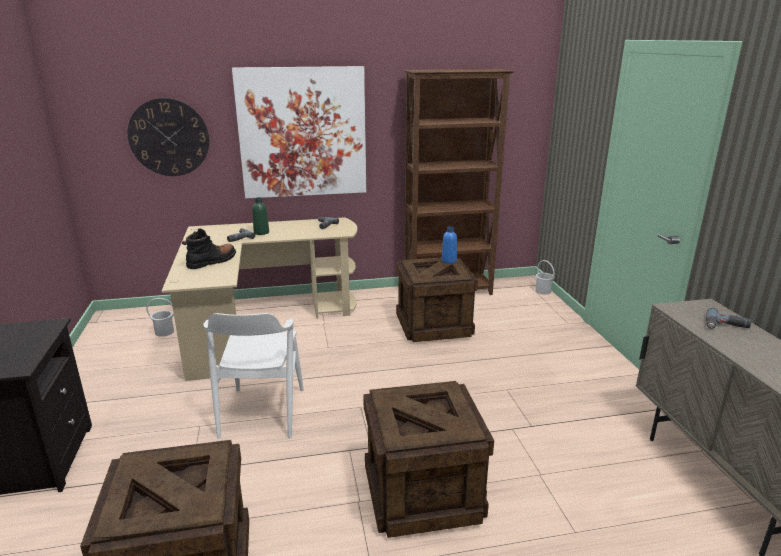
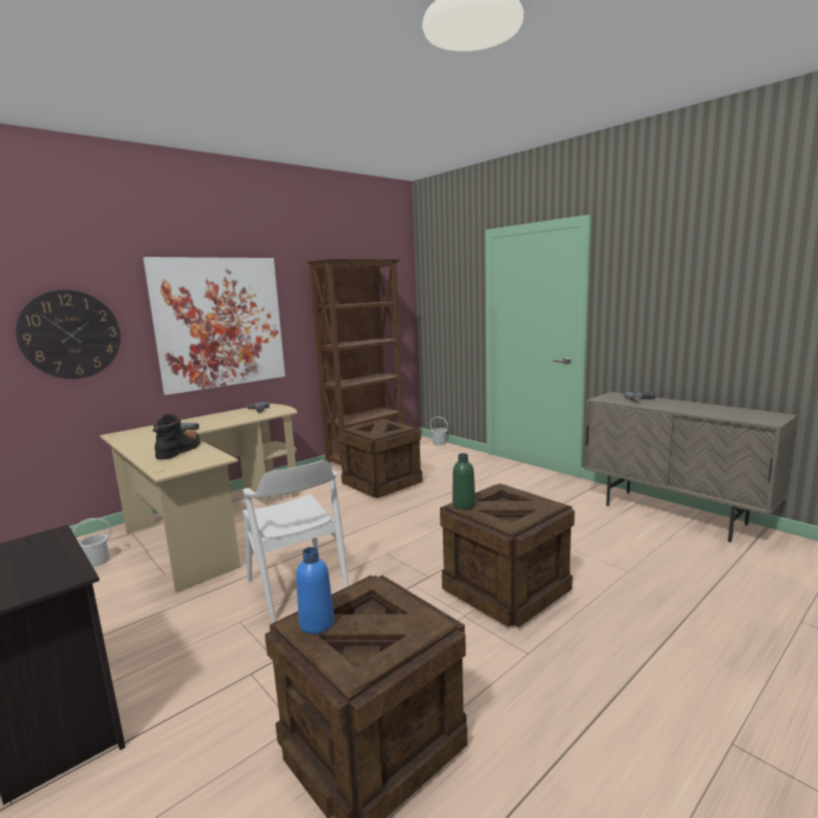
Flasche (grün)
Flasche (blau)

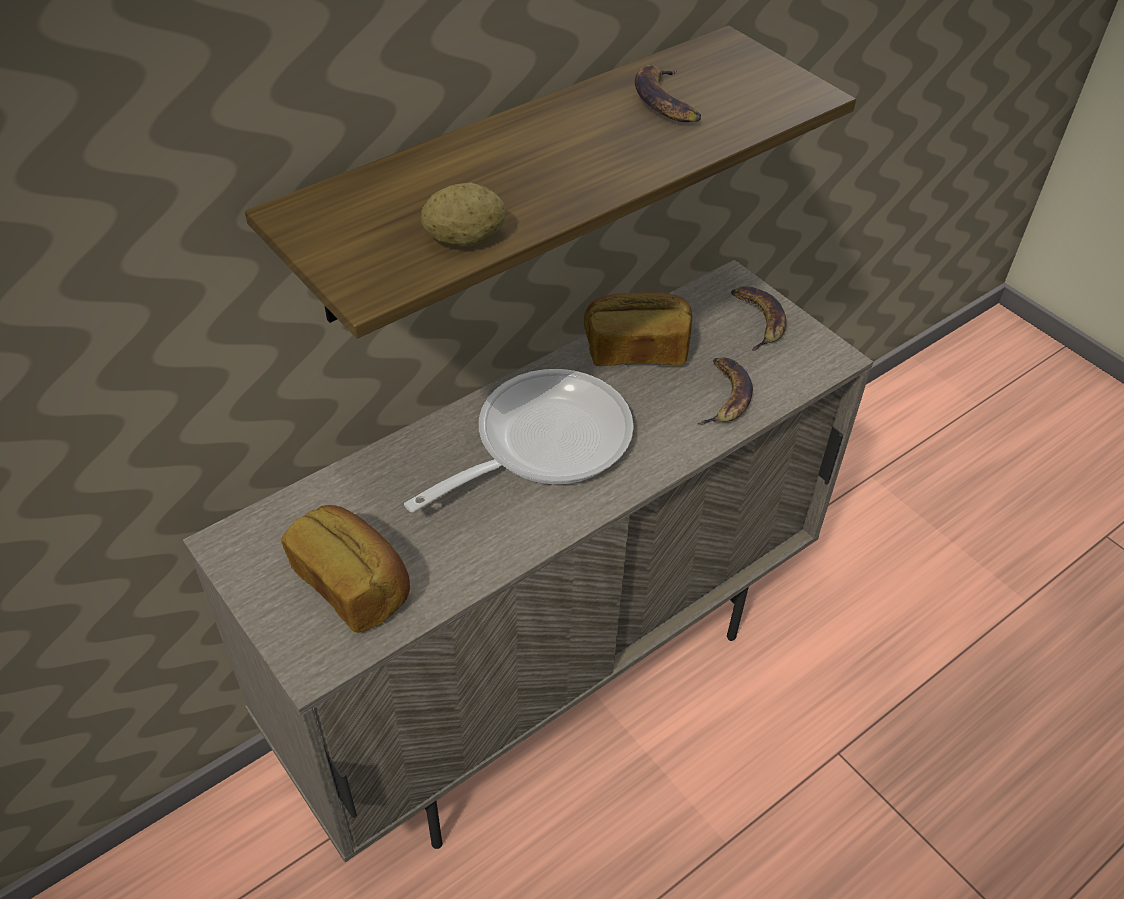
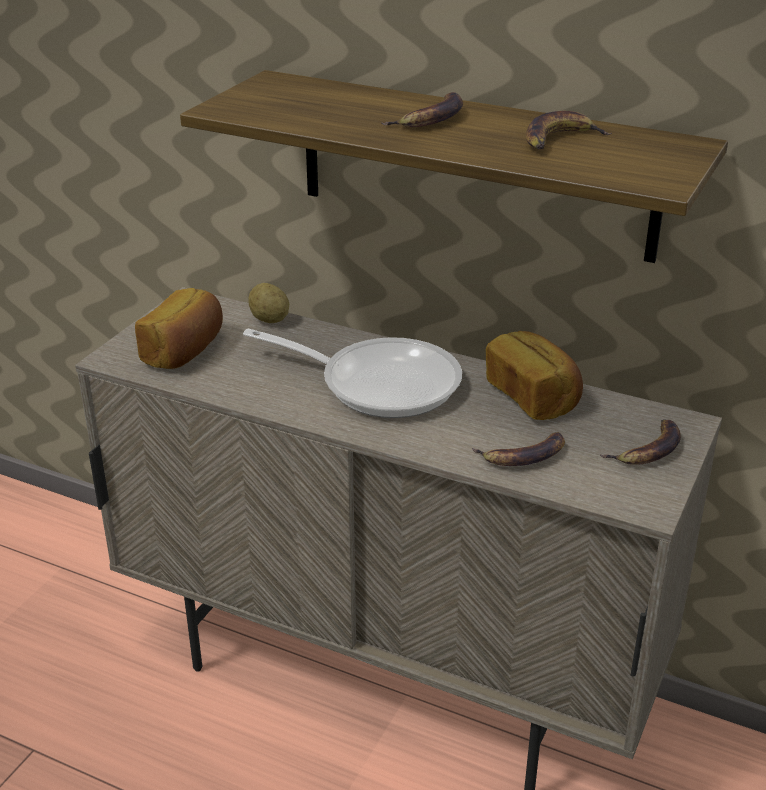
Kartoffel
Banane (1st from left)

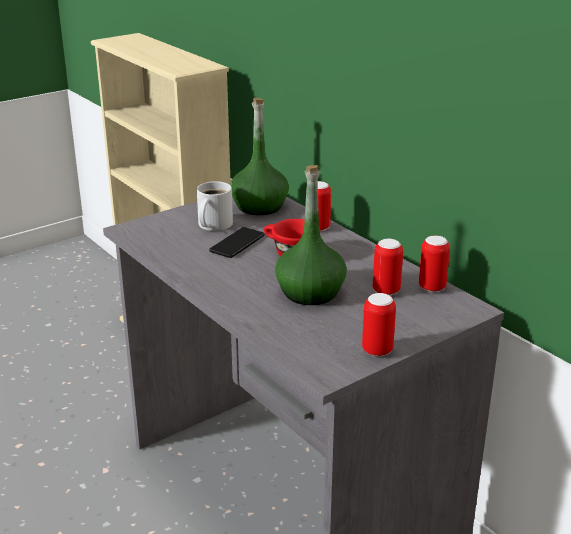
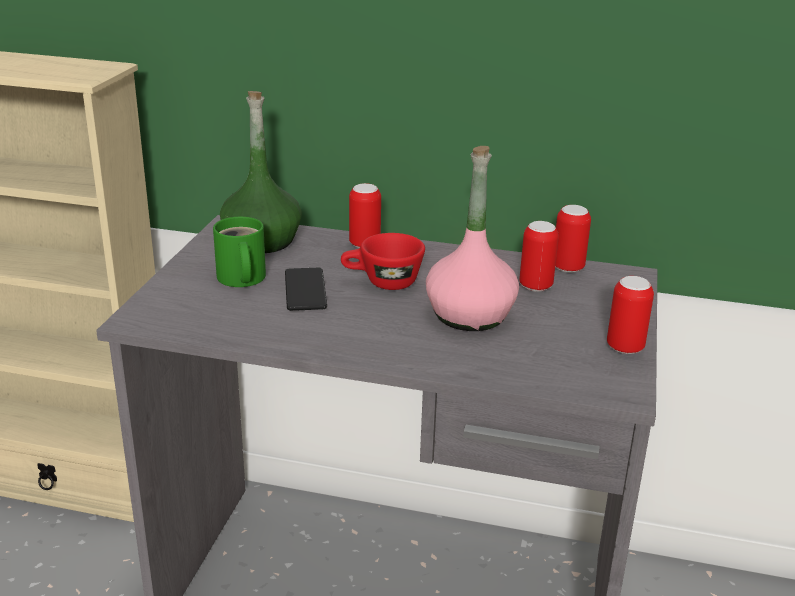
Henkelbecher (grün)
Flasche (rosa)

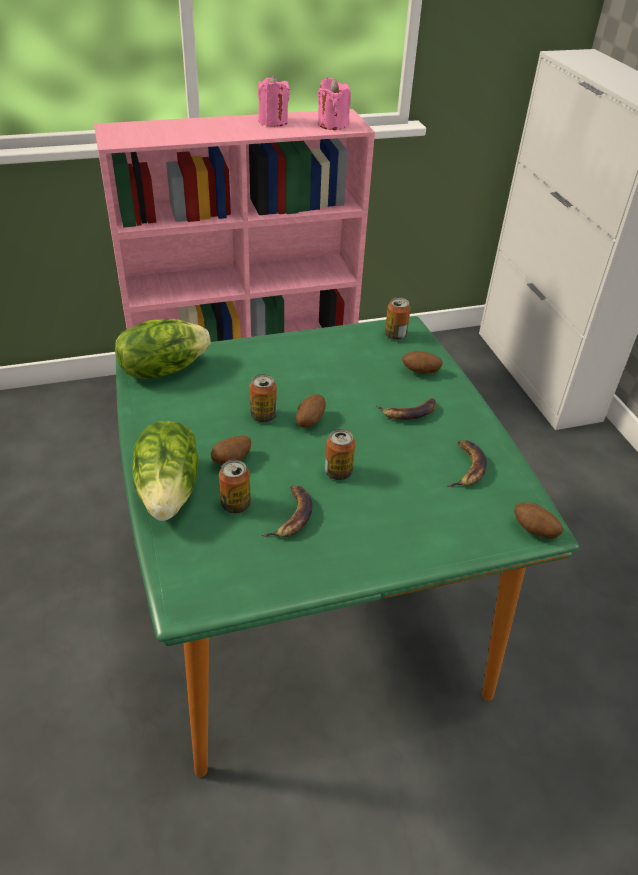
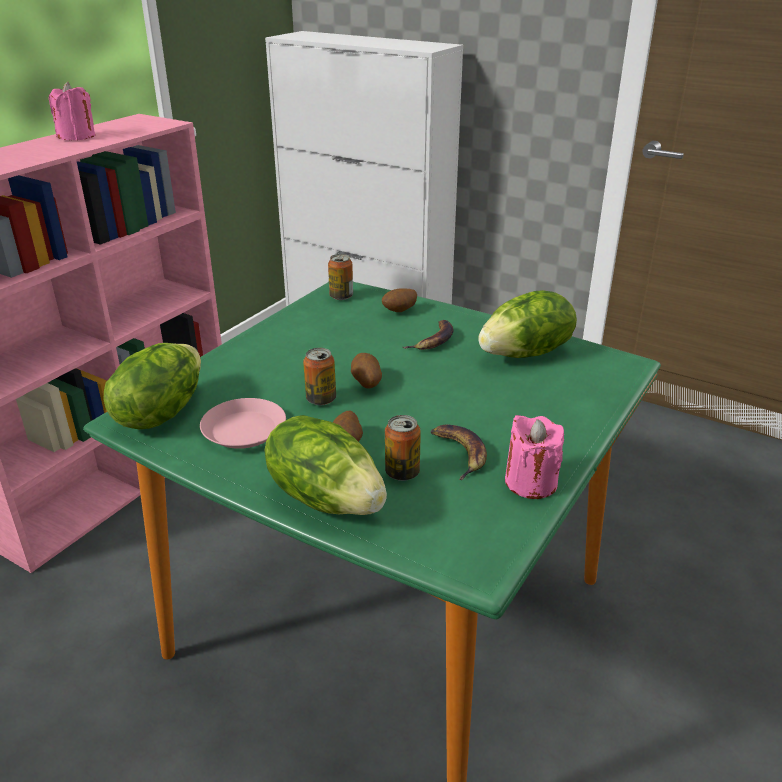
Kerze (rosa) (2nd from left)
Dose (3rd from left in the first image)
Salatkopf (3rd from left)
Kartoffel (4th from left in the first image)
Teller (rosa)

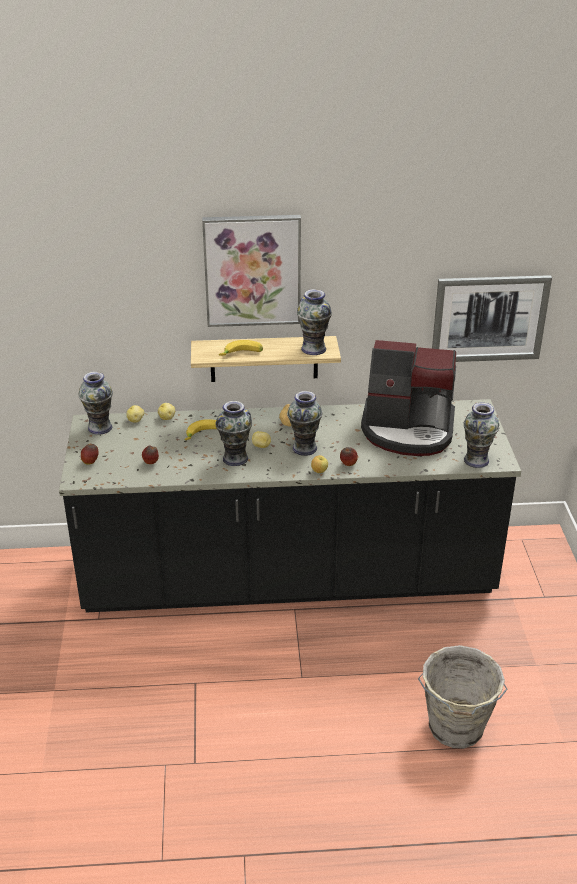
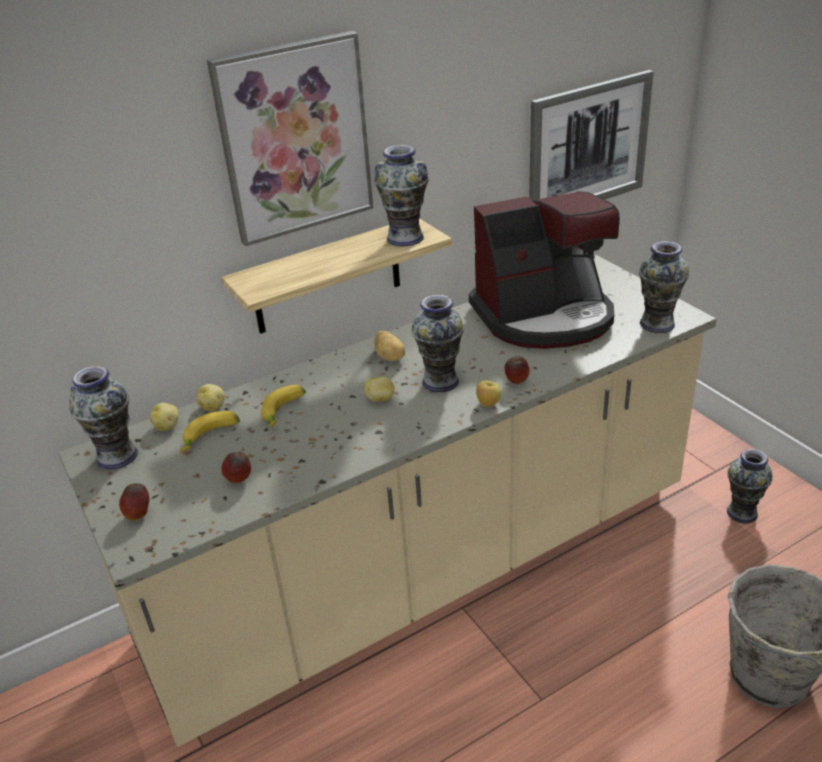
Küchenzeile (beige)
Vase (5th from left)
Banane (1st from left)

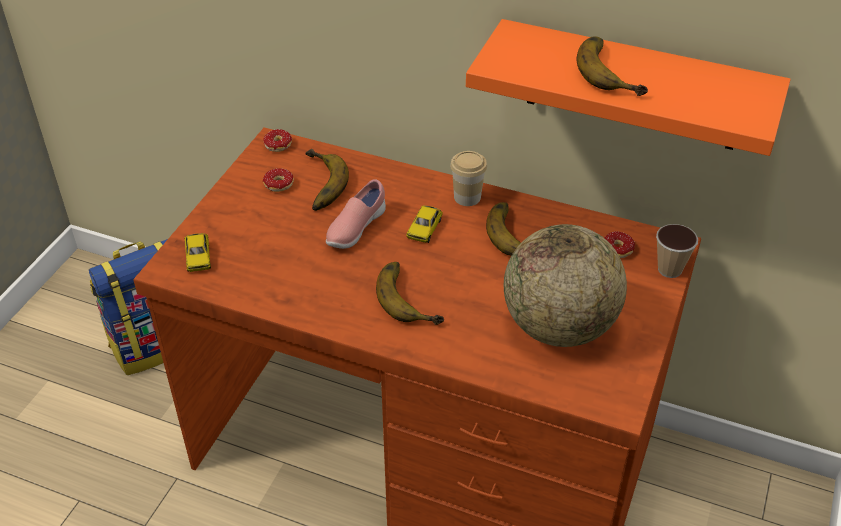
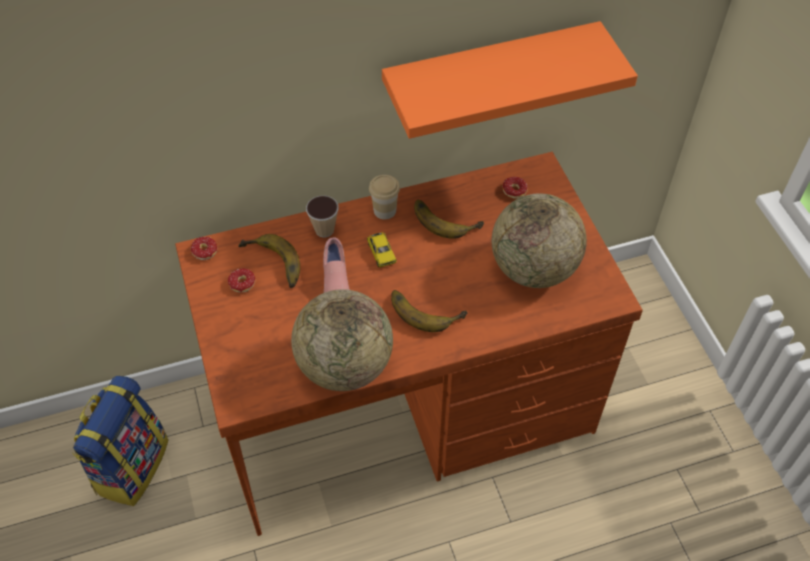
Spielzeugauto (1st from left in the first image)
Banane (4th from left in the first image)
Tasse (1st from left)
Globus (1st from left)

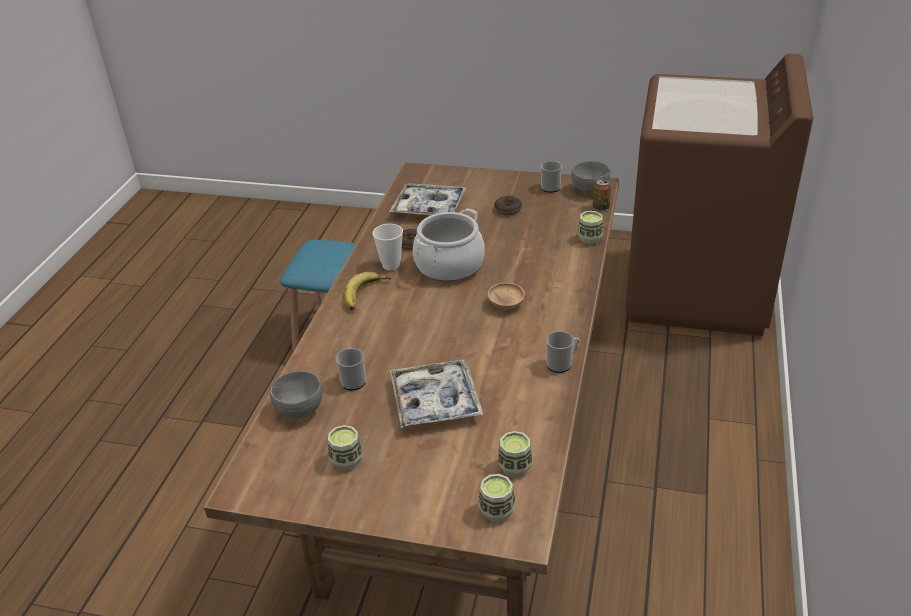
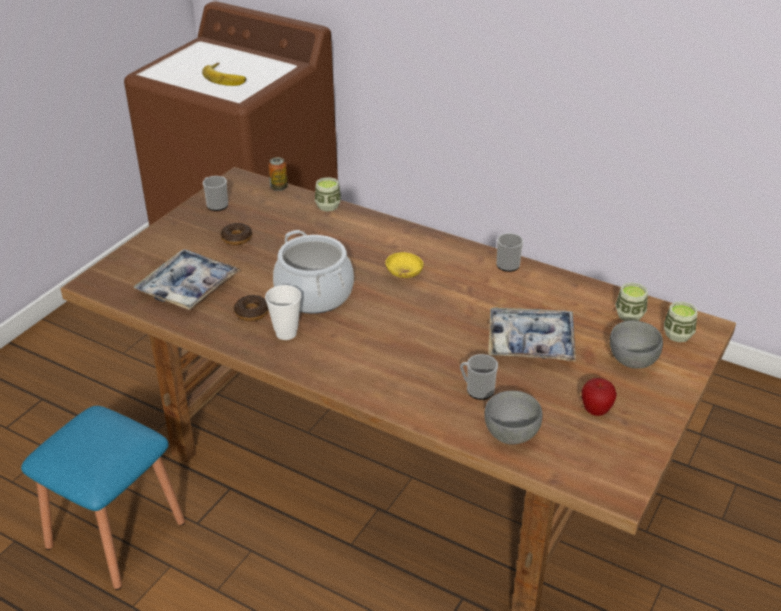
Apfel
Banane
Schüssel (gelb)
Schüssel (grau) (2nd from left)

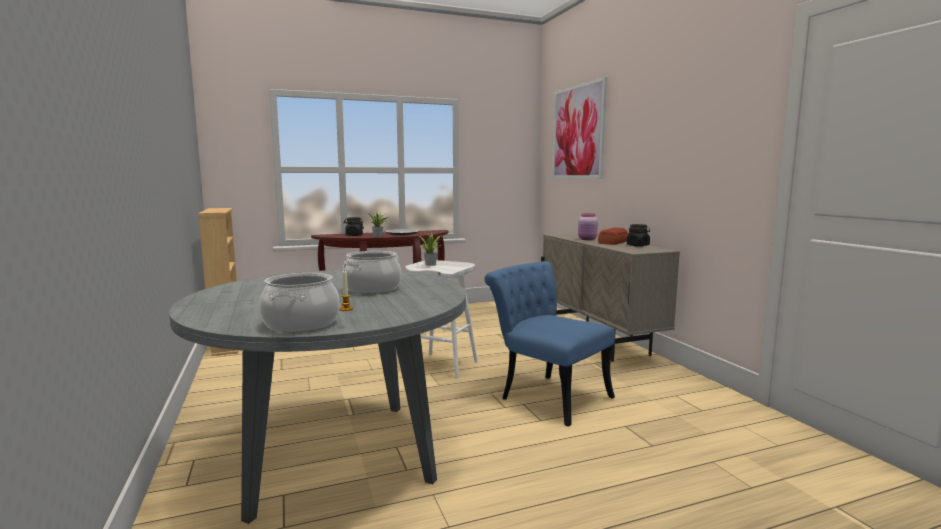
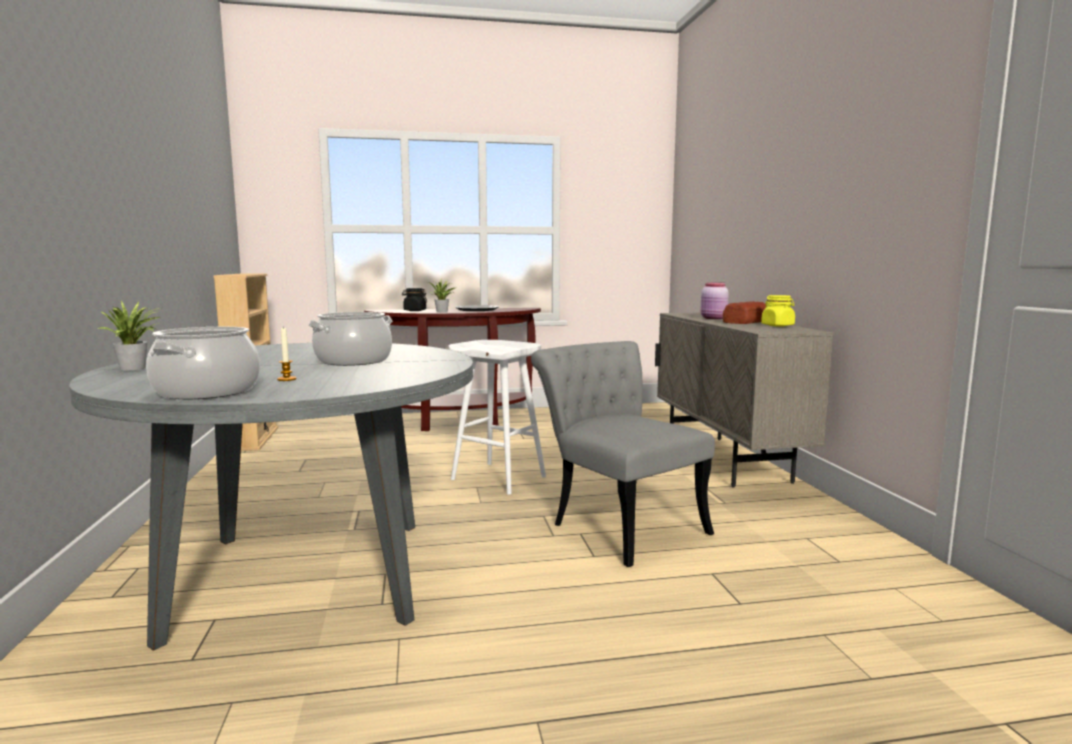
Topfpflanze (1st from left)
Stuhl (grau)
Bild
Vorratsglas (gelb)

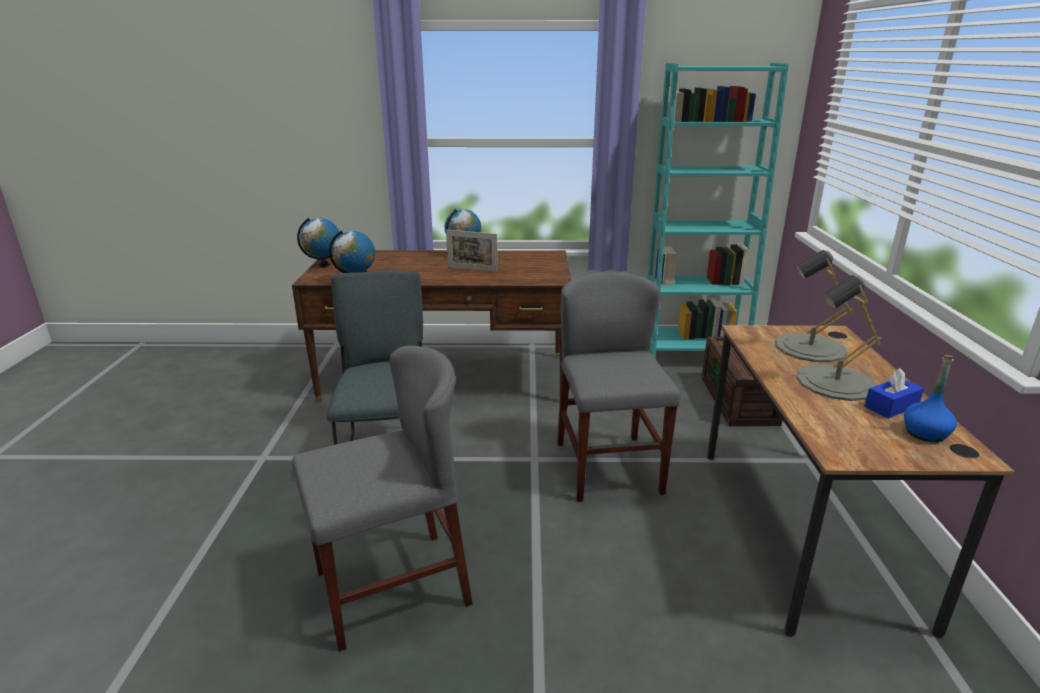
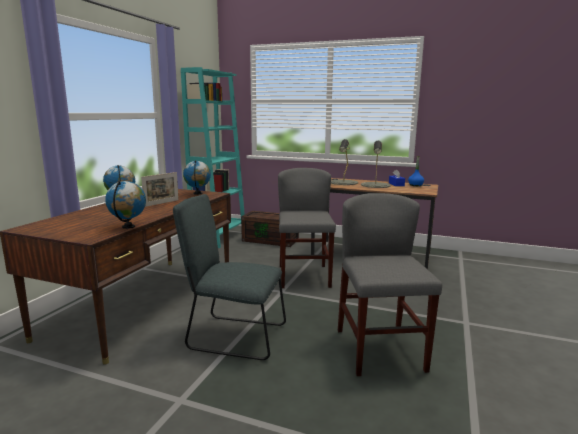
Globus (3rd from left)
Stuhl (grau) (2nd from left)

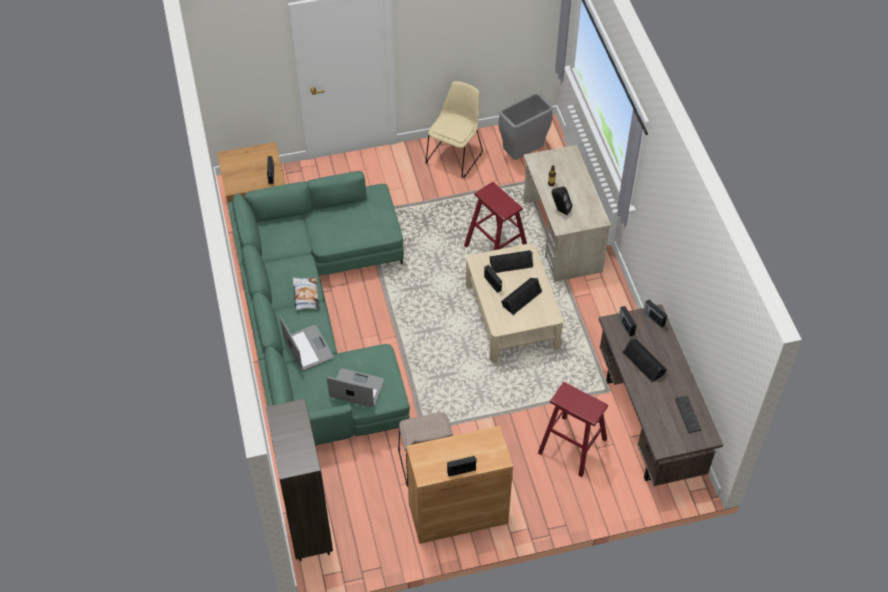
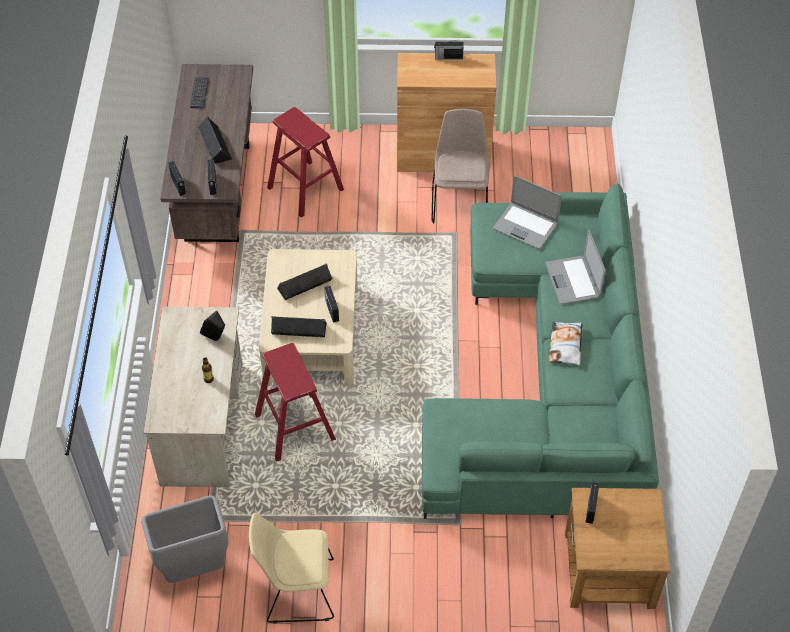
Bücherregal (braun)
Stuhl (beige) (1st from left)

